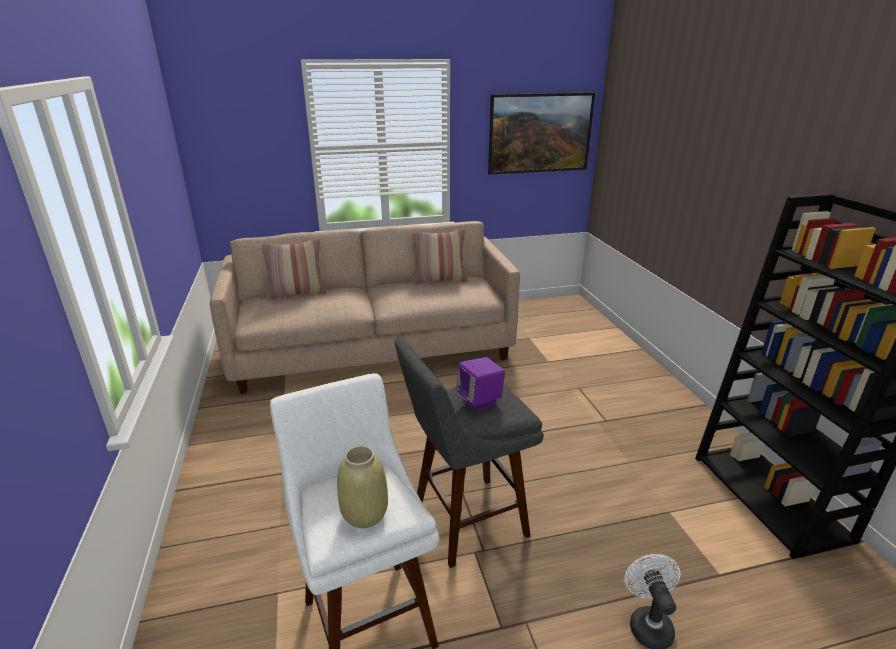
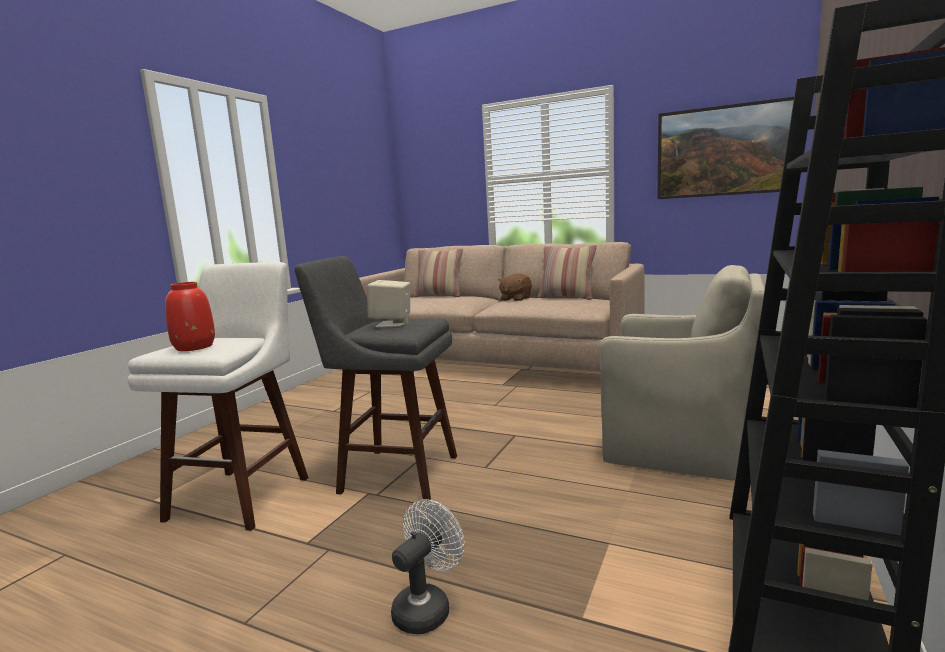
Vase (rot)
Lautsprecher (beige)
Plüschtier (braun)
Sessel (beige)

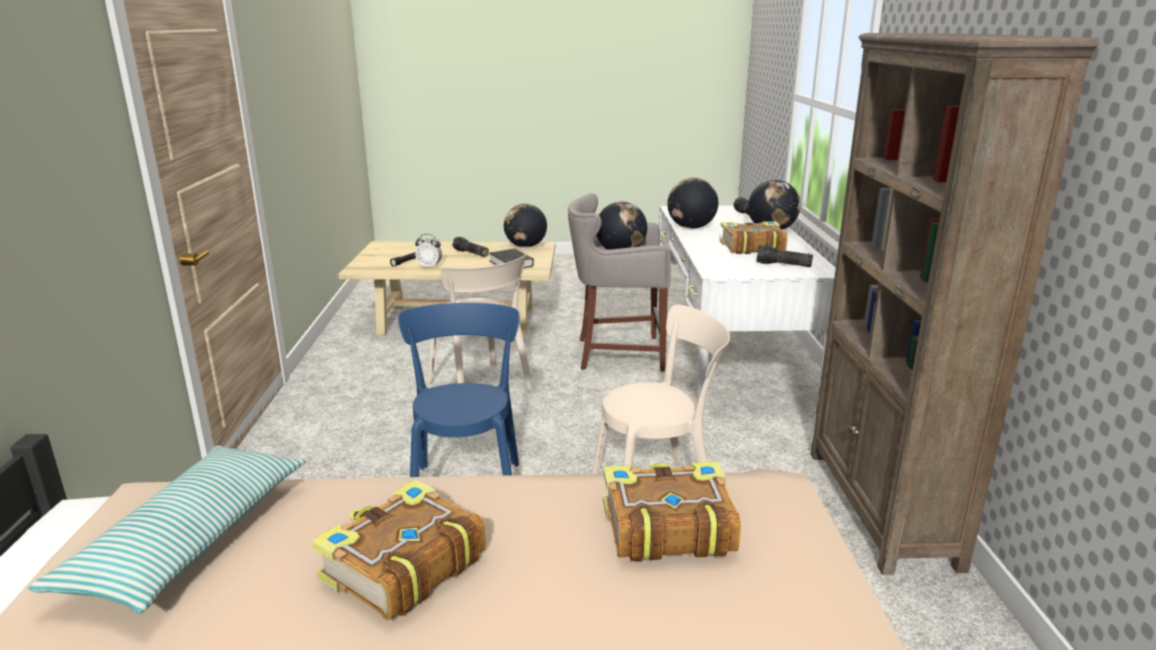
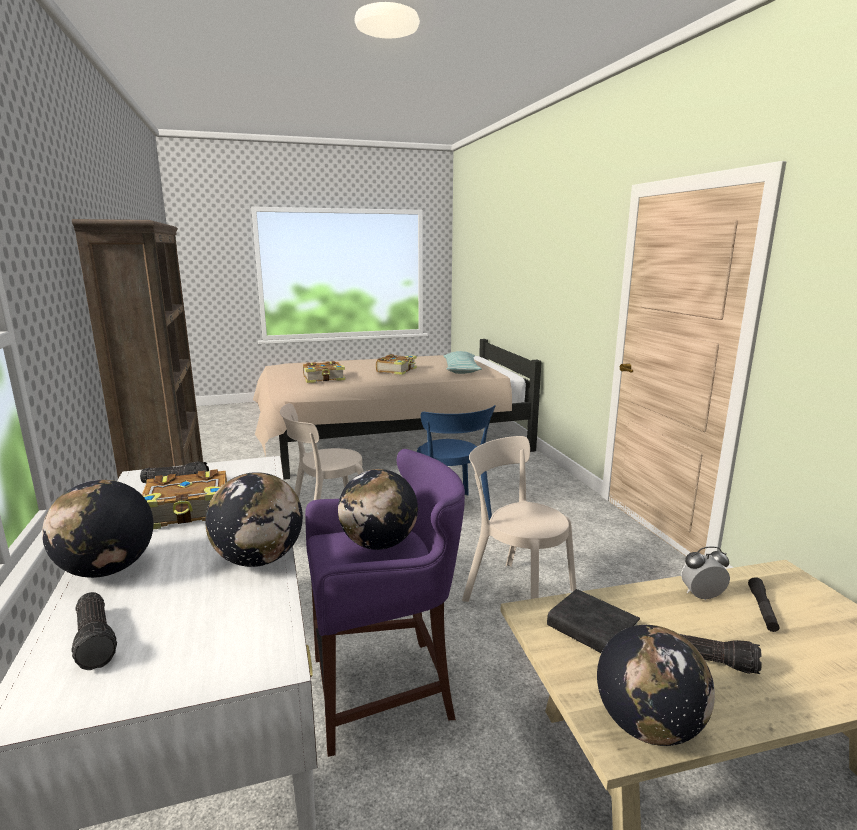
Hocker (lila)

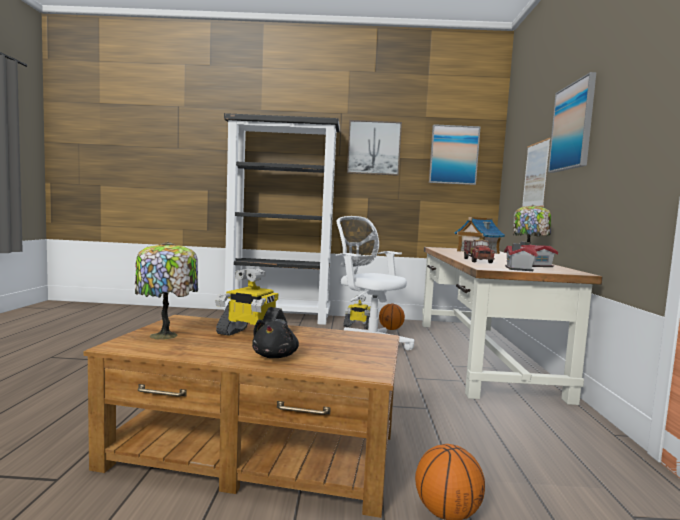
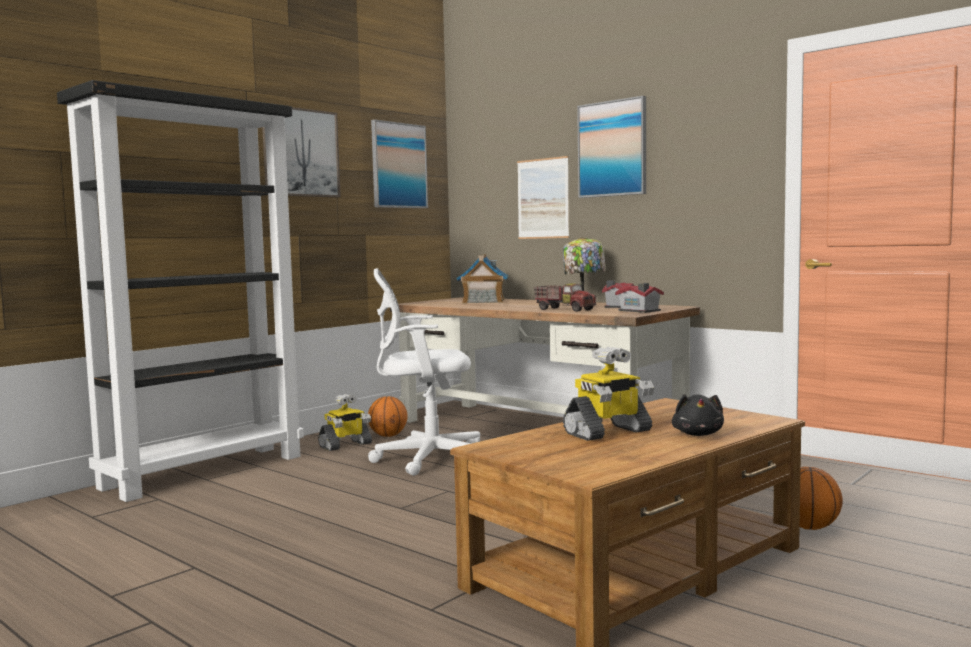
Tischlampe (1st from left in the first image)
Plüschtier (schwarz)

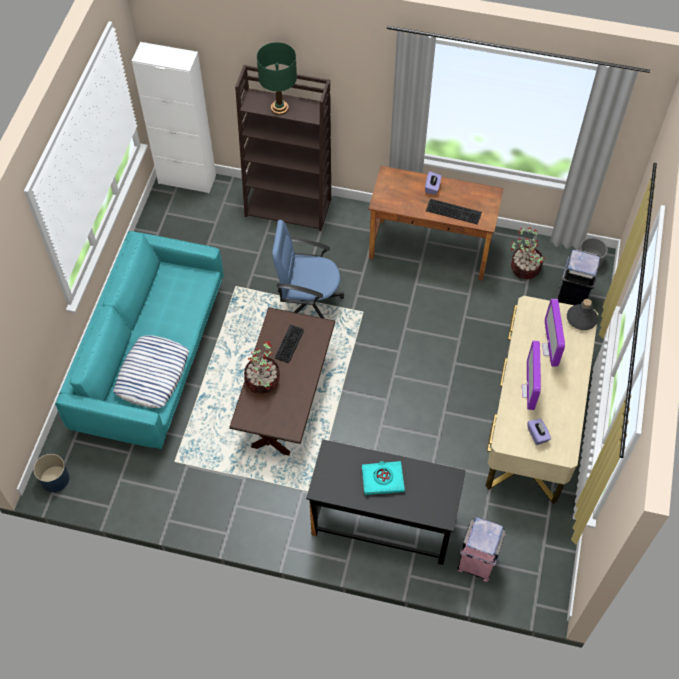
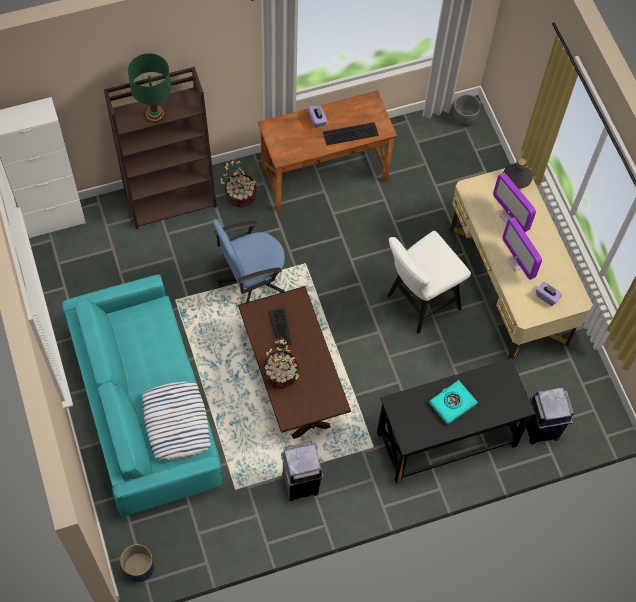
Mülleimer (blau)
Topfpflanze (1st from left)
Mülleimer (grau)
Hocker (weiß)

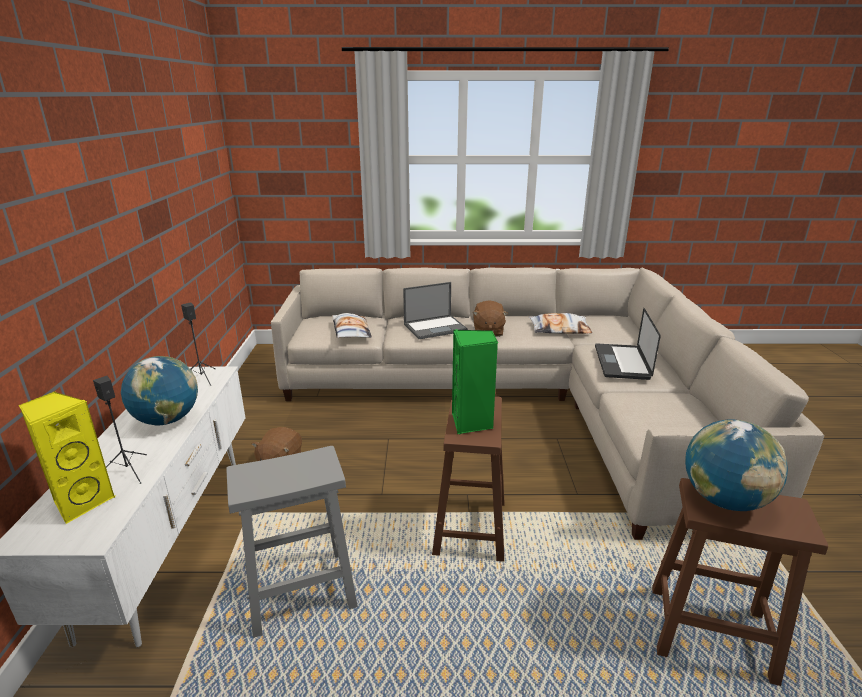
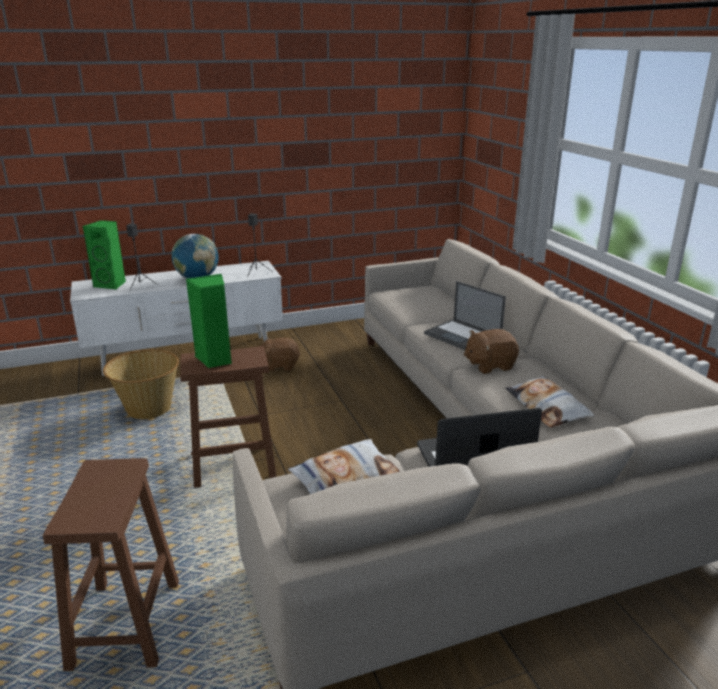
Lautsprecher (grün) (1st from left)
Korb
Kissen (1st from left)
Globus (2nd from left in the first image)

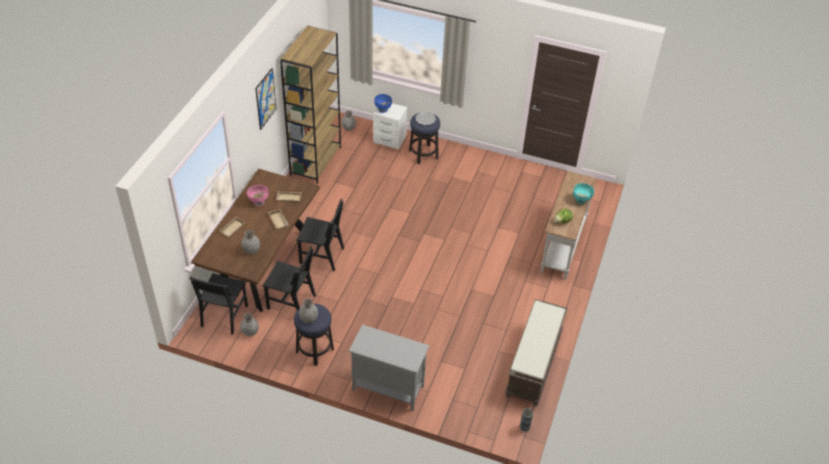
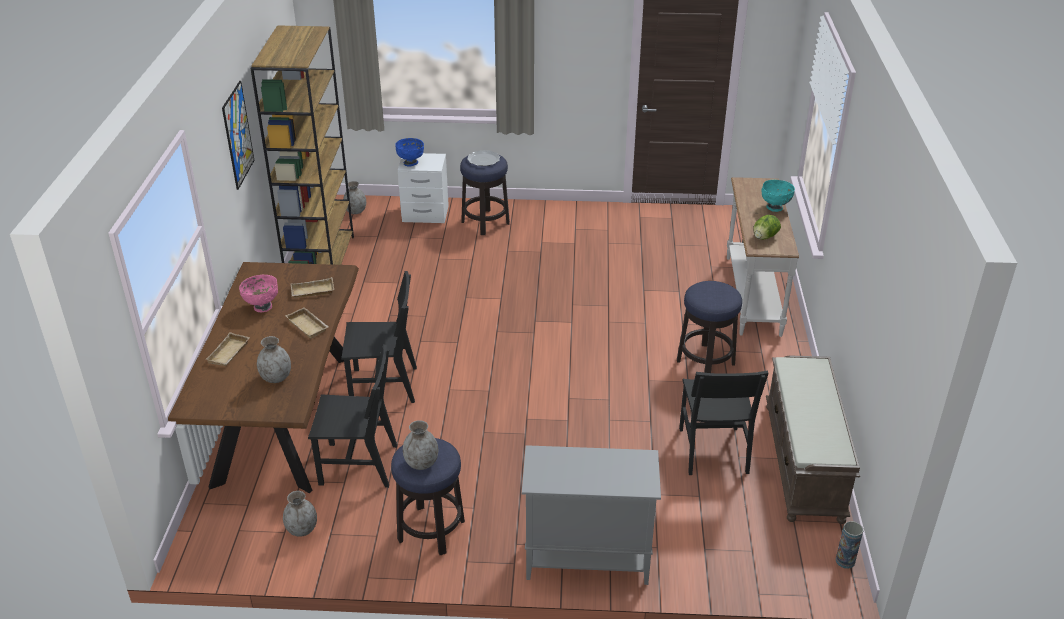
Stuhl (schwarz) (3rd from left)
Hocker (3rd from left)

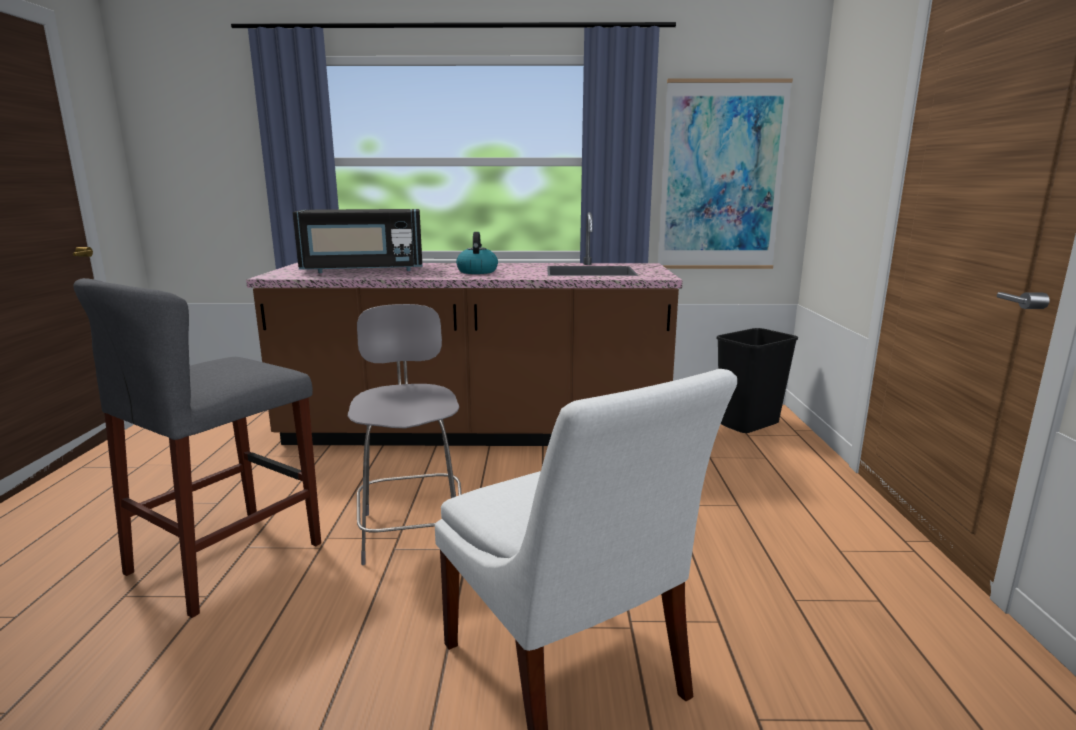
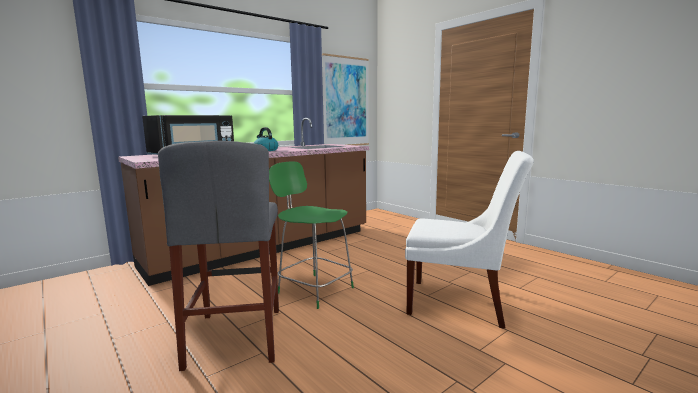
Hocker (grün)
Mülleimer (schwarz)

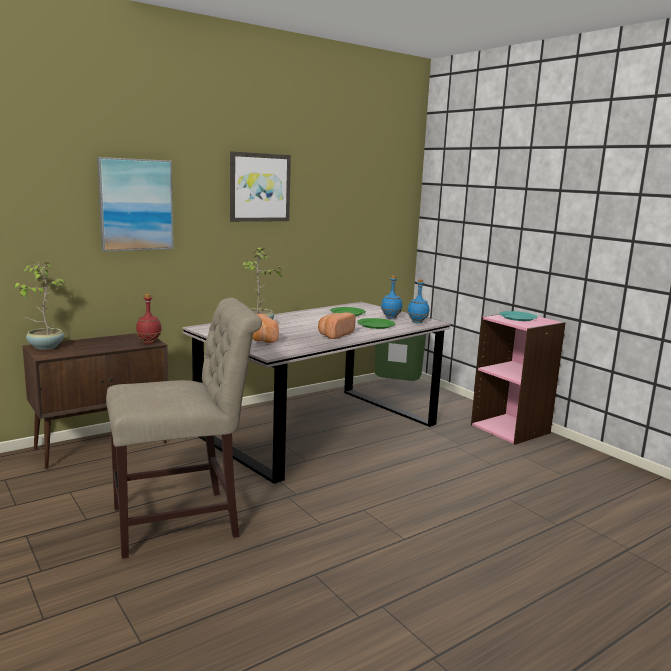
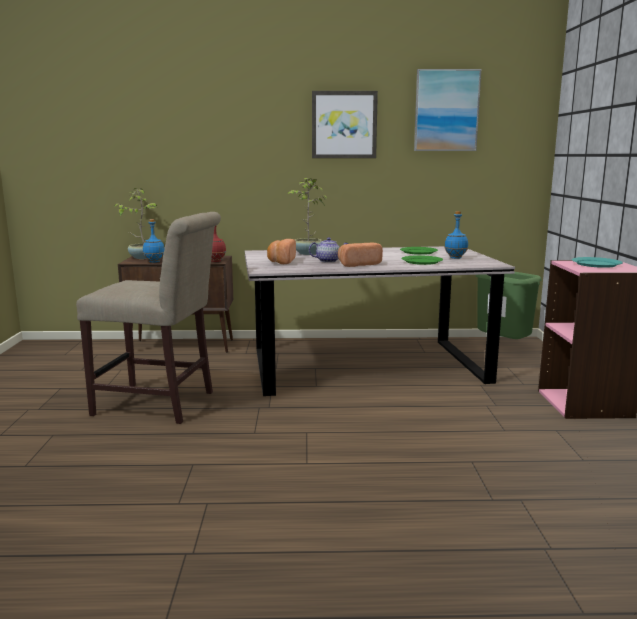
Bild (2nd from left)
Flasche (blau) (1st from left)
Teekanne

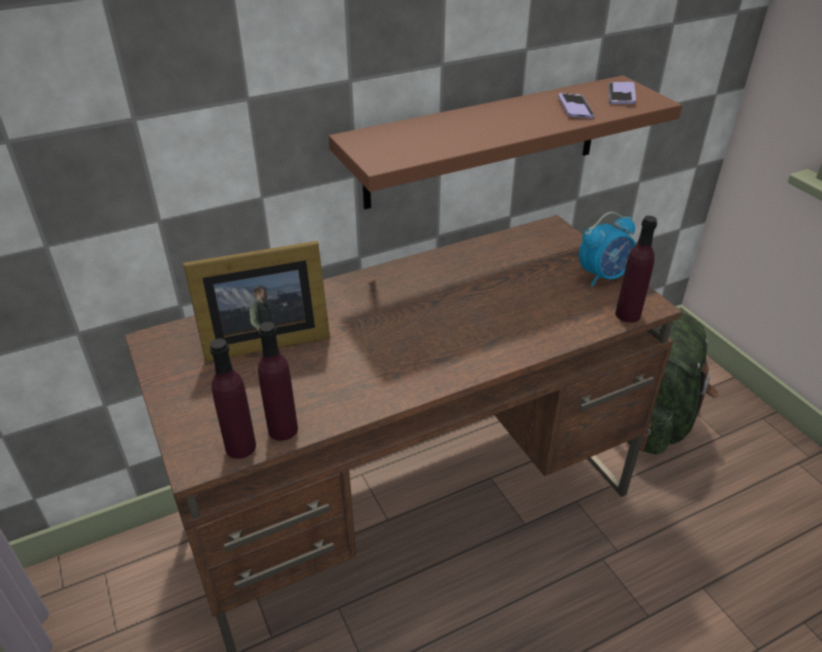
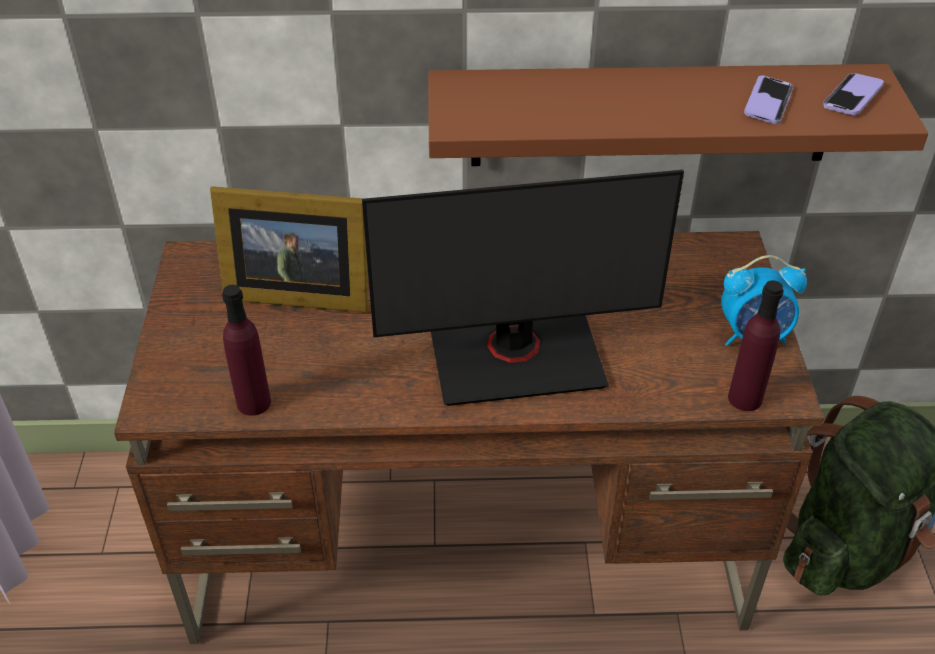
Flasche (lila) (1st from left in the first image)
Monitor

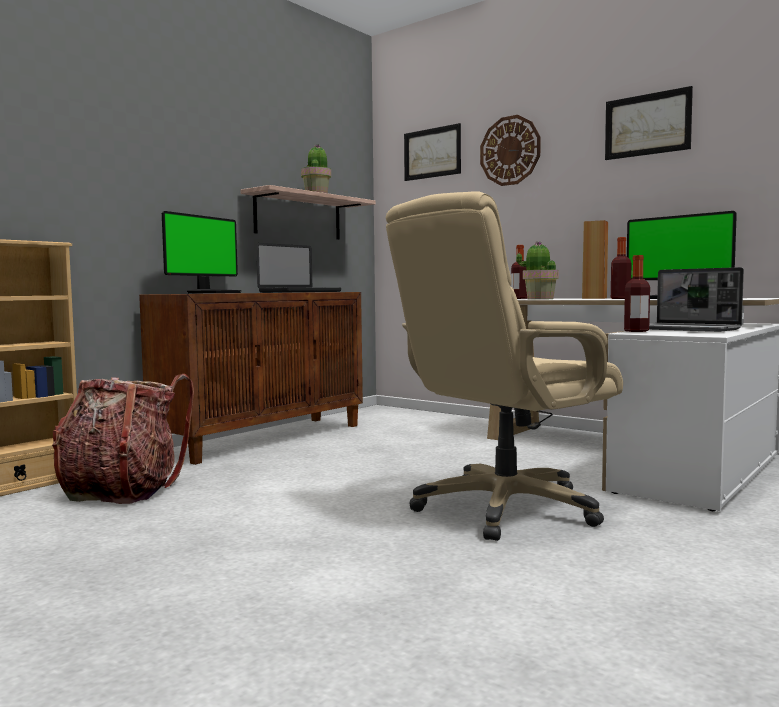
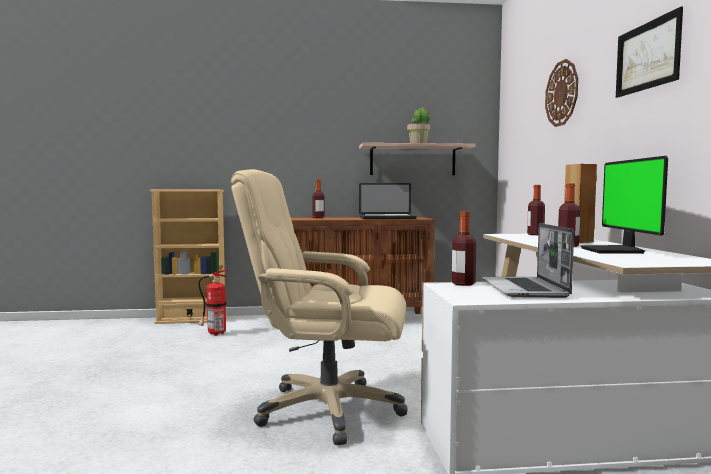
Feuerlöscher
Flasche (1st from left)
Bild (1st from left in the first image)
Topfpflanze (2nd from left in the first image)

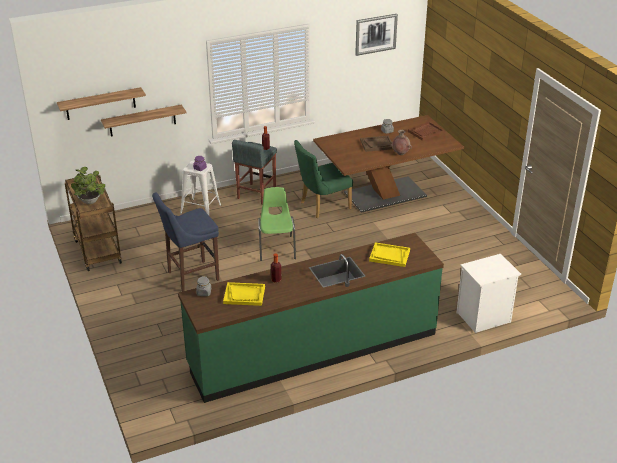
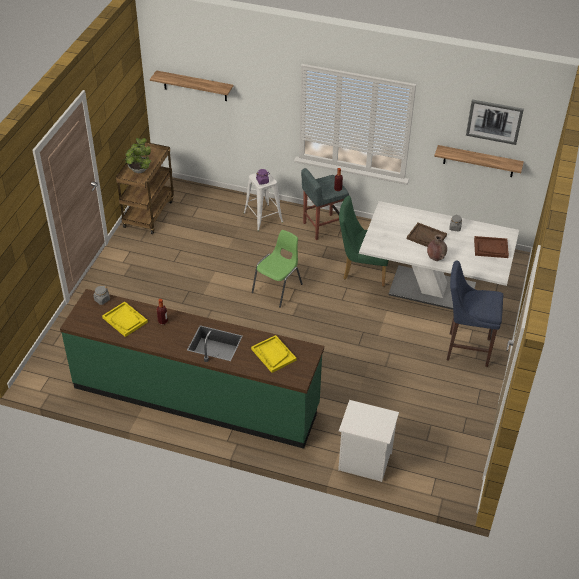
Wandregal (2nd from left)
Hocker (blau)
Esstisch (weiß)

